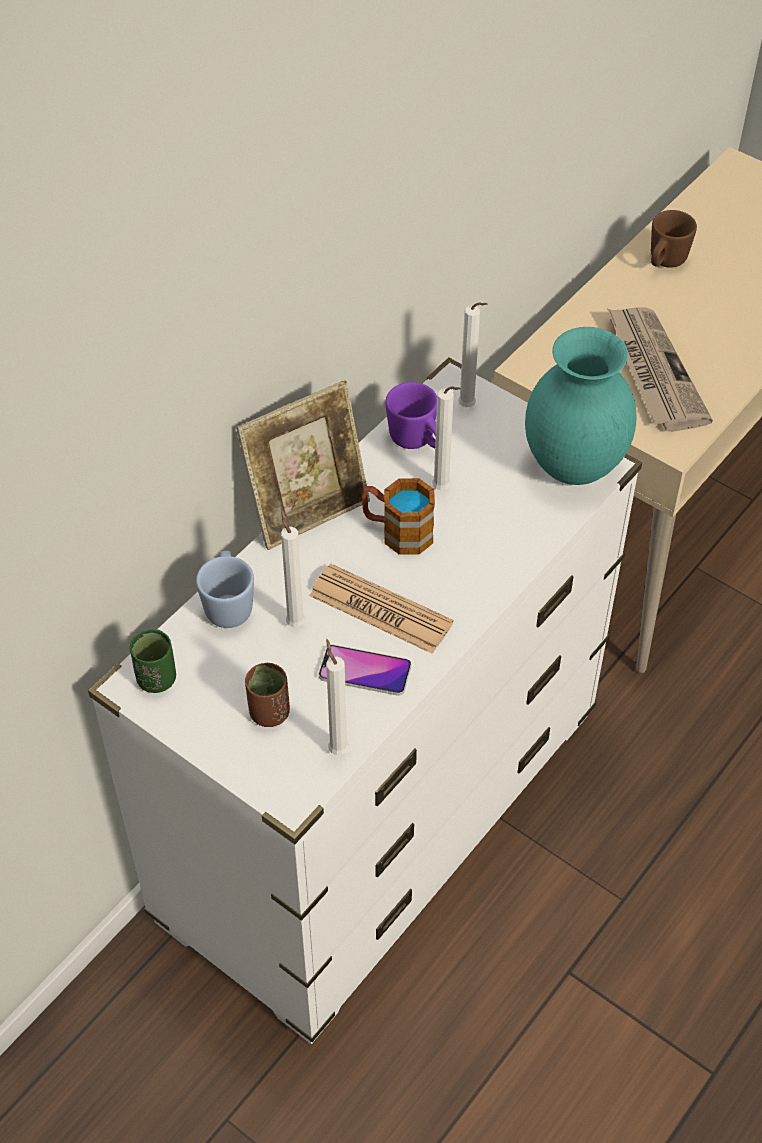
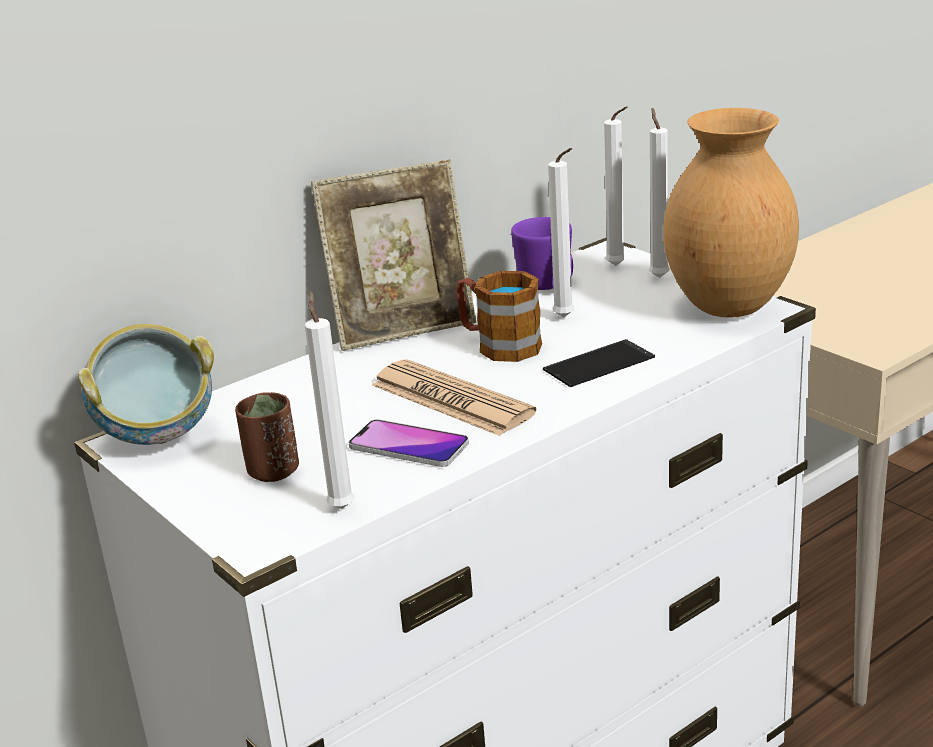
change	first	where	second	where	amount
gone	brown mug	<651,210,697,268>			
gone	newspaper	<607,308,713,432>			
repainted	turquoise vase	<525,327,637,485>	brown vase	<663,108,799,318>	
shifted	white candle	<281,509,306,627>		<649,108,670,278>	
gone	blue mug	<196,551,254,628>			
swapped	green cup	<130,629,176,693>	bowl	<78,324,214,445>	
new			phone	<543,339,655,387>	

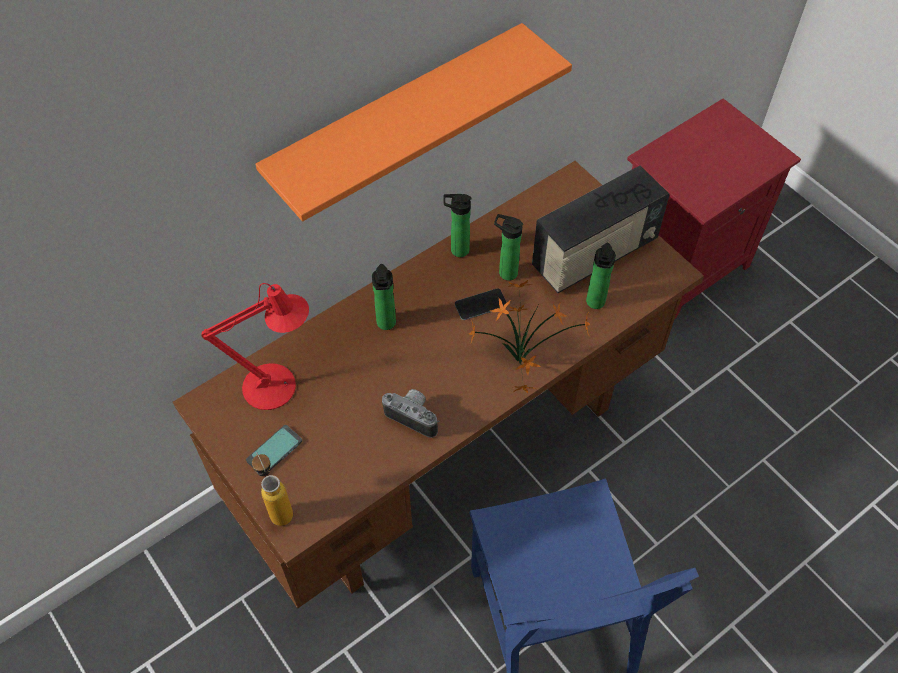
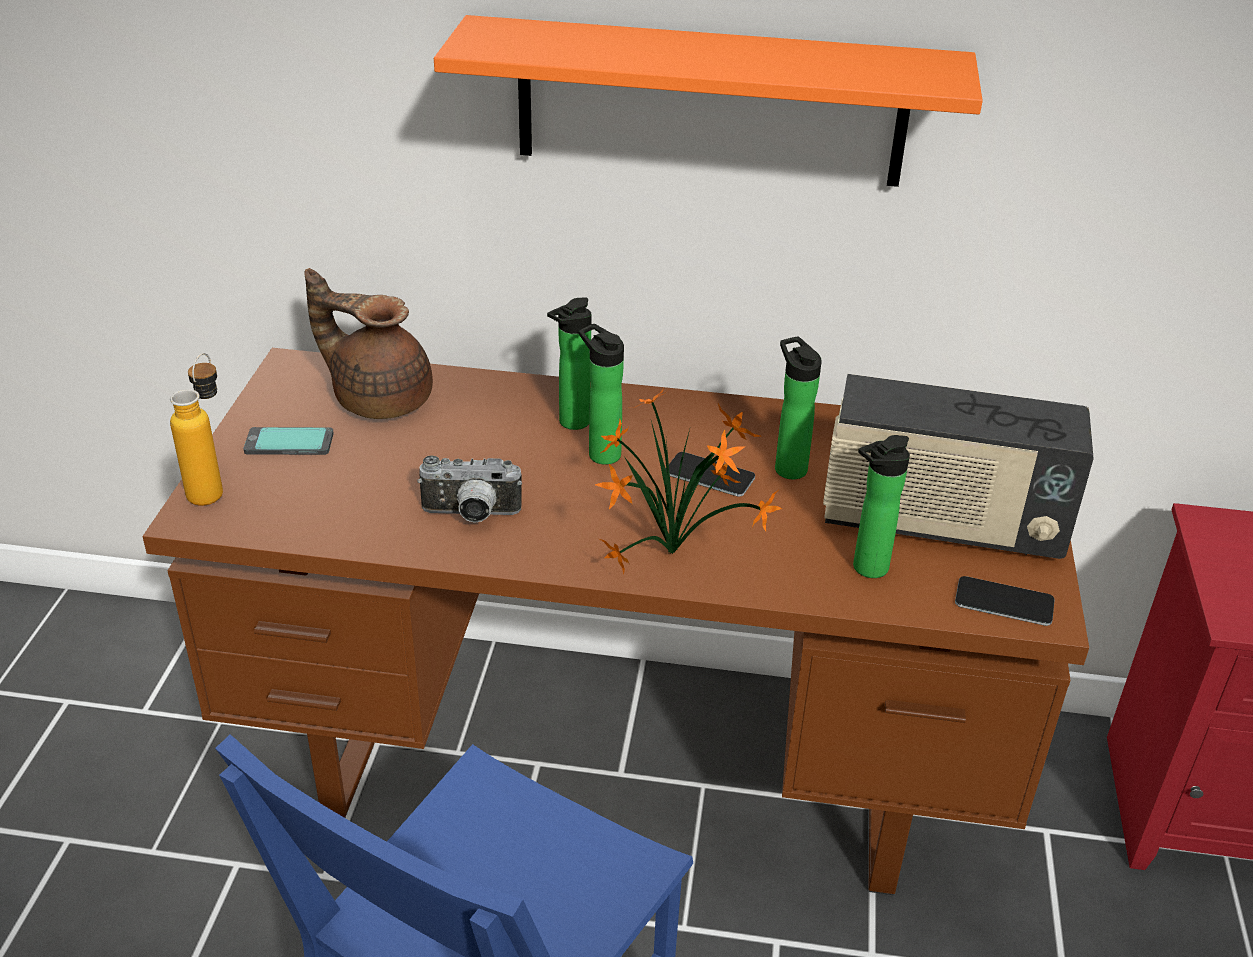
change	first	where	second	where	amount
shifted	bottle	<443,194,472,257>		<579,324,624,465>	
swapped	red table lamp	<201,283,309,410>	brown teapot	<304,268,433,419>	
rotated	photo camera	<382,389,439,438>		<417,455,522,523>	105 degrees clockwise
new			phone	<955,576,1055,626>	

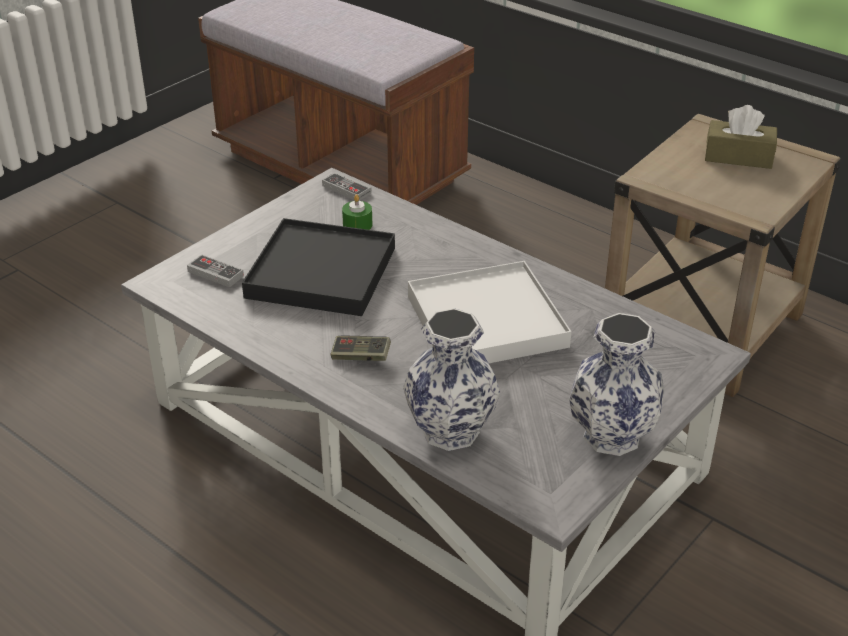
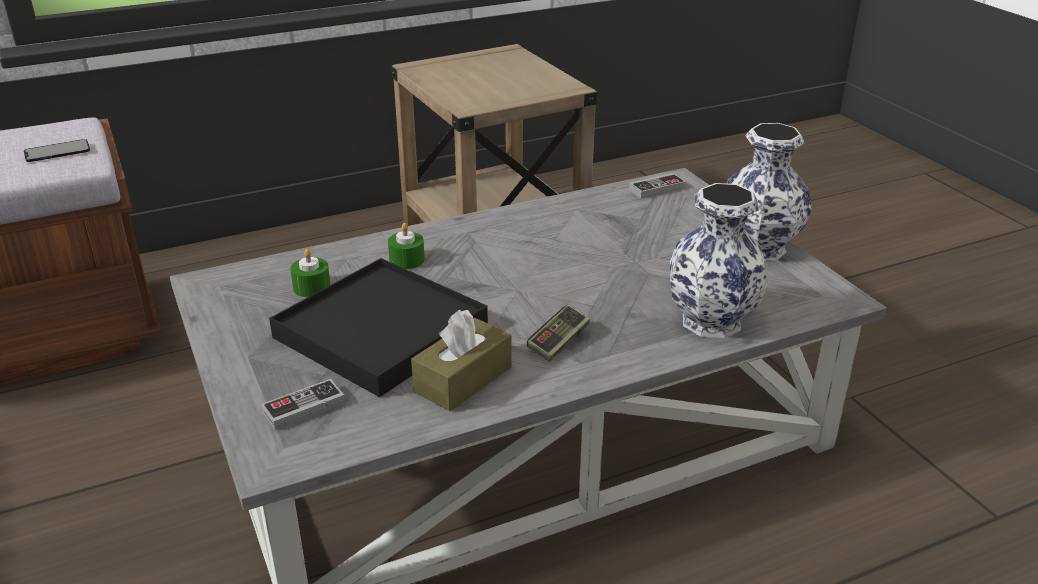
change	first	where	second	where	amount
shifted	brown tissue box	<705,105,777,169>		<411,309,512,411>	
shifted	game controller	<322,172,372,201>		<629,173,686,199>	
gone	white tray	<408,261,571,363>			
new			phone	<24,139,90,162>	
new			green candle	<388,223,425,269>	

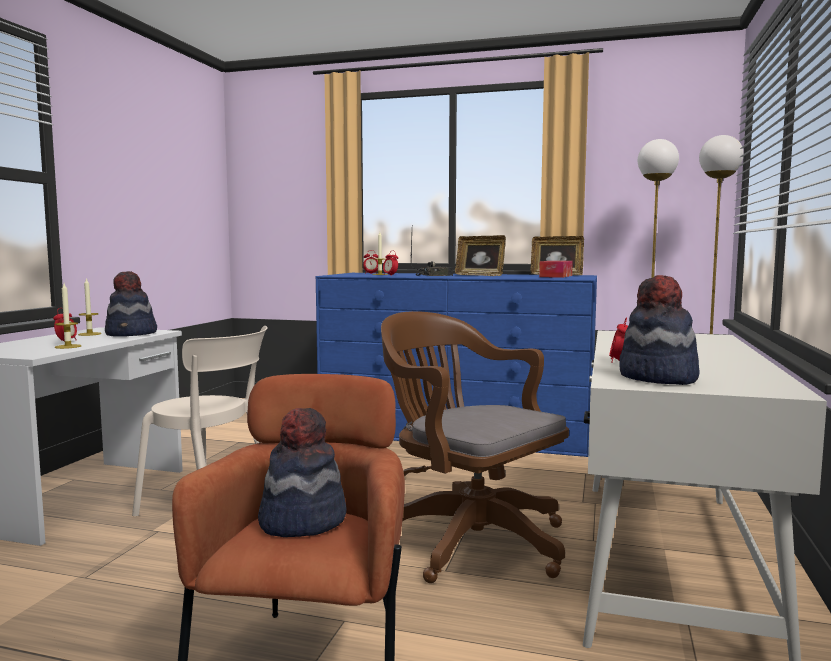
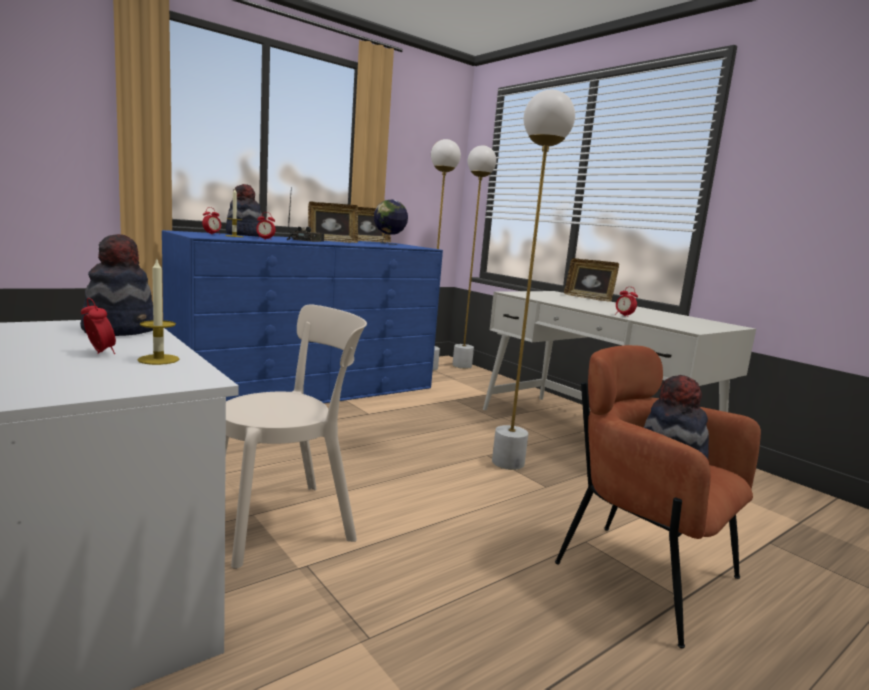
change	first	where	second	where	amount
swapped	tissue box	<539,261,573,278>	globe	<374,200,408,245>	
shifted	hat	<619,275,700,385>		<226,184,262,237>	
gone	candle	<78,278,101,336>			
swapped	brown office chair	<381,311,569,583>	white floor lamp	<492,90,575,470>	
new			picture frame	<564,258,619,302>	

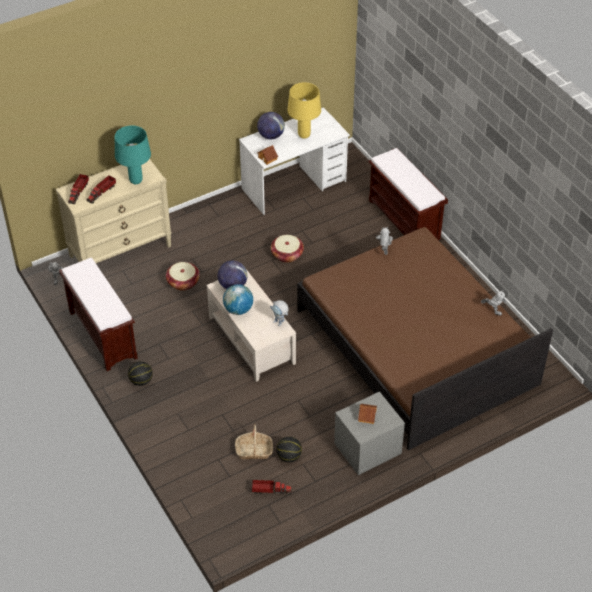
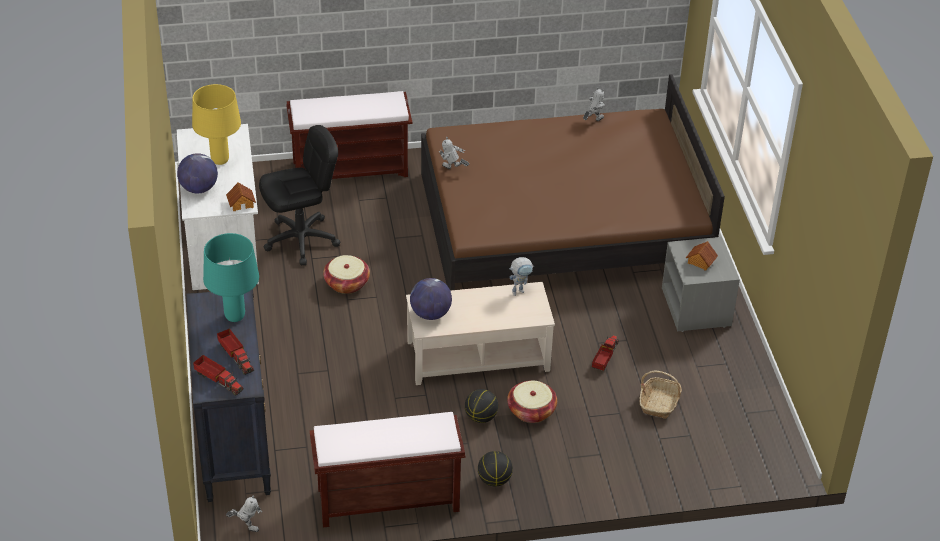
change	first	where	second	where	amount
repainted	beige dresser	<55,159,172,263>	black dresser	<186,289,271,502>	
shifted	basket	<166,262,200,291>		<507,380,557,423>	
gone	globe	<223,284,253,315>			
shifted	basketball	<276,437,302,462>		<465,389,498,423>	
shifted	toy truck	<252,480,292,495>		<592,335,619,371>	
new			black office chair	<259,125,340,265>	

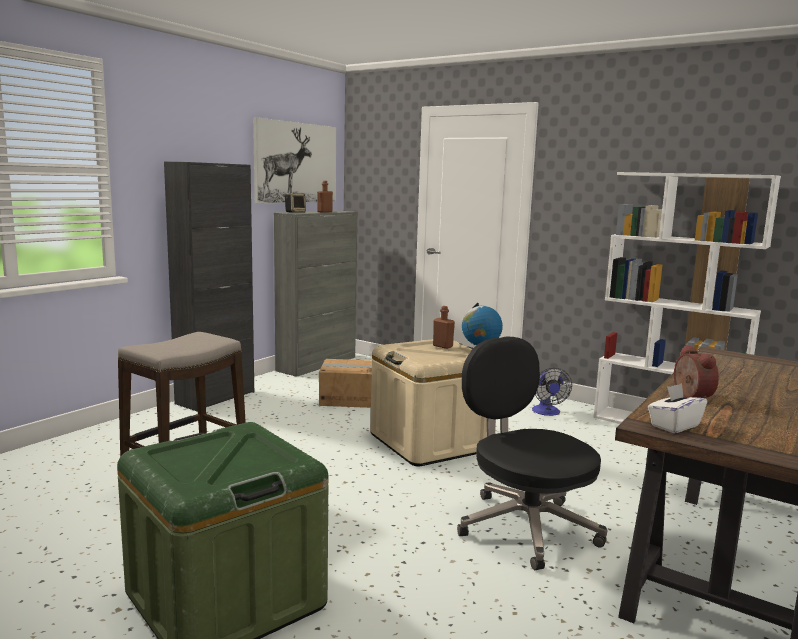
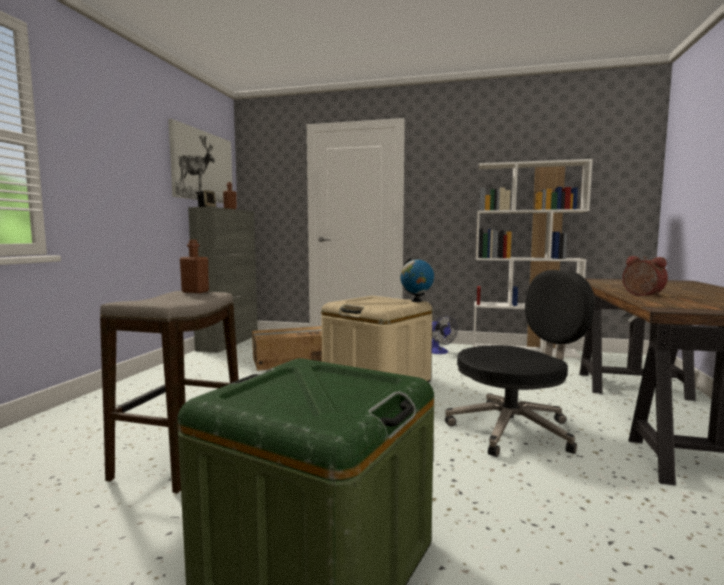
change	first	where	second	where	amount
gone	black cabinet	<164,162,254,411>			
shifted	brown bottle	<433,306,455,349>		<180,239,209,293>	
rotated	black office chair	<457,336,607,570>		<445,270,595,457>	120 degrees clockwise
gone	white tissue box	<648,383,707,433>			

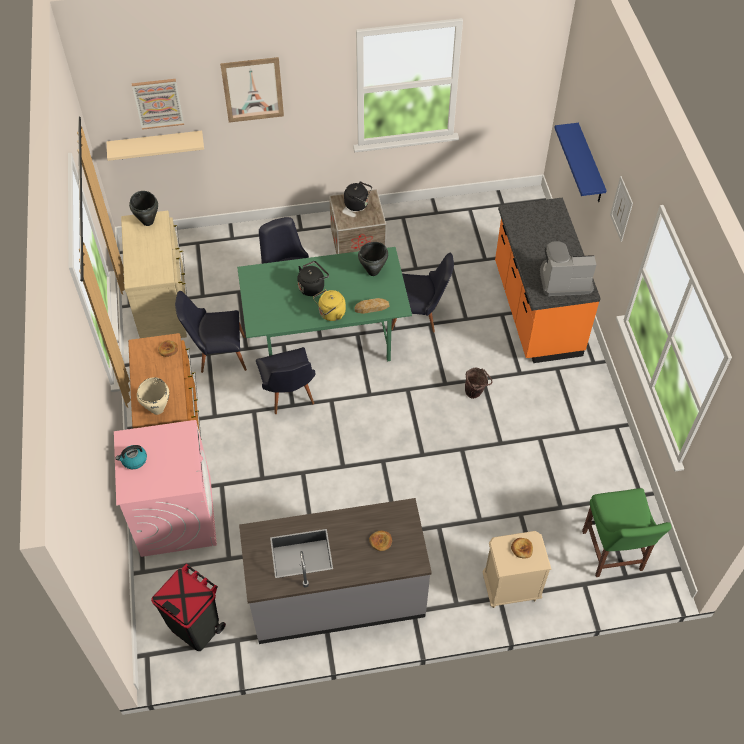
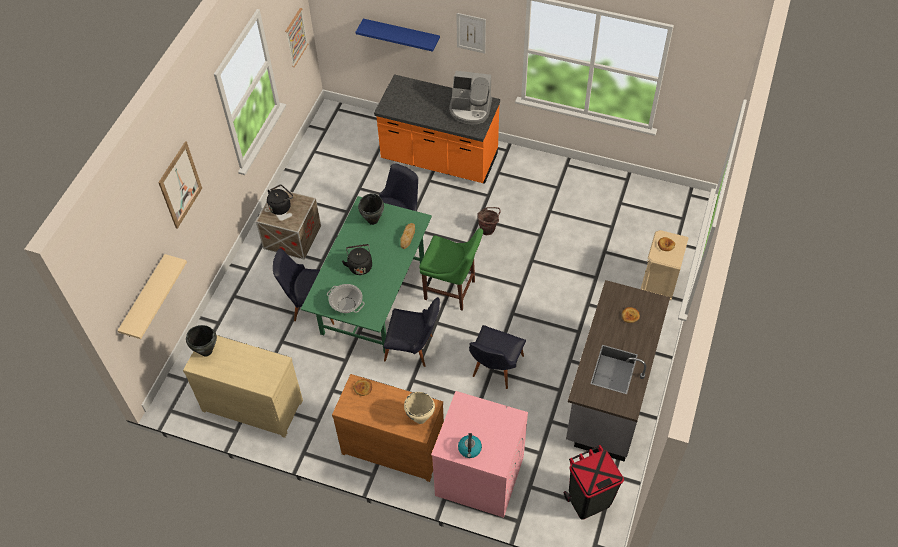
change	first	where	second	where	amount
shifted	picture	<132,79,184,130>		<285,8,308,67>	
rotated	coffee machine	<540,241,596,296>		<449,71,492,124>	105 degrees counterclockwise
gone	yellow kettle	<313,289,346,321>			
shifted	black chair	<175,291,247,373>		<469,325,526,389>	
shifted	green chair	<582,488,672,577>		<419,228,483,311>	
new			cooking pot	<327,284,365,313>	

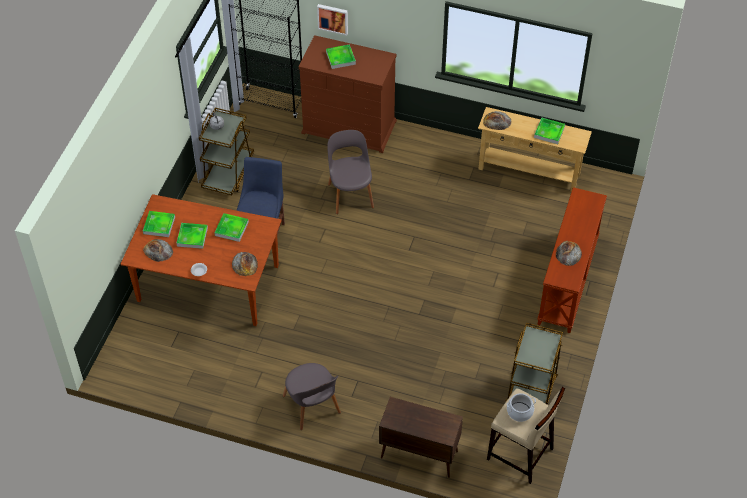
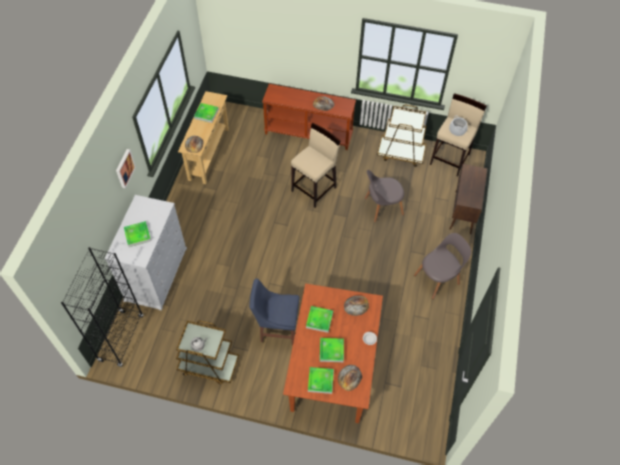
change	first	where	second	where	amount
shifted	picture	<317,4,348,36>		<116,149,136,188>	
repainted	brown dresser	<299,35,397,153>	white dresser	<104,195,187,311>	
shifted	grey chair	<327,130,374,214>		<365,170,404,222>	
new			beige stool	<291,123,340,208>	

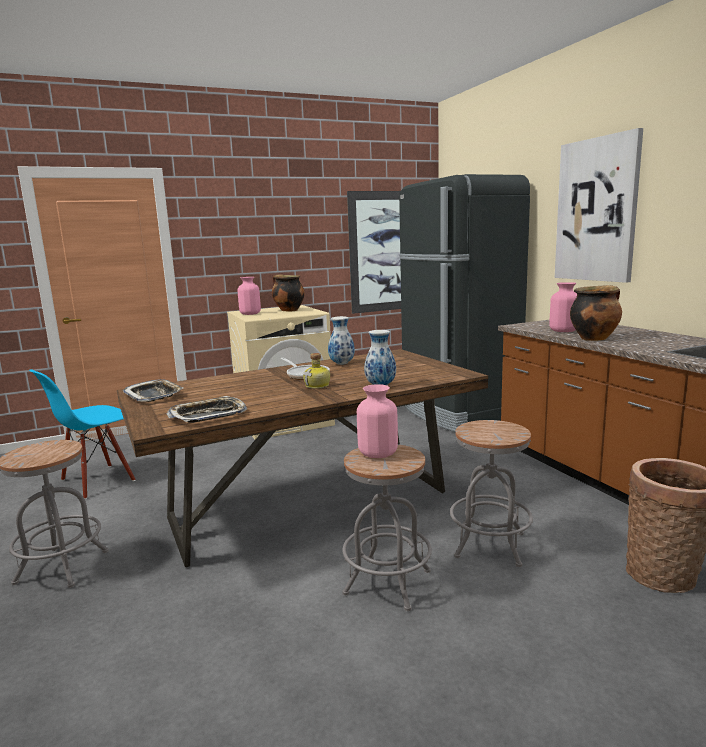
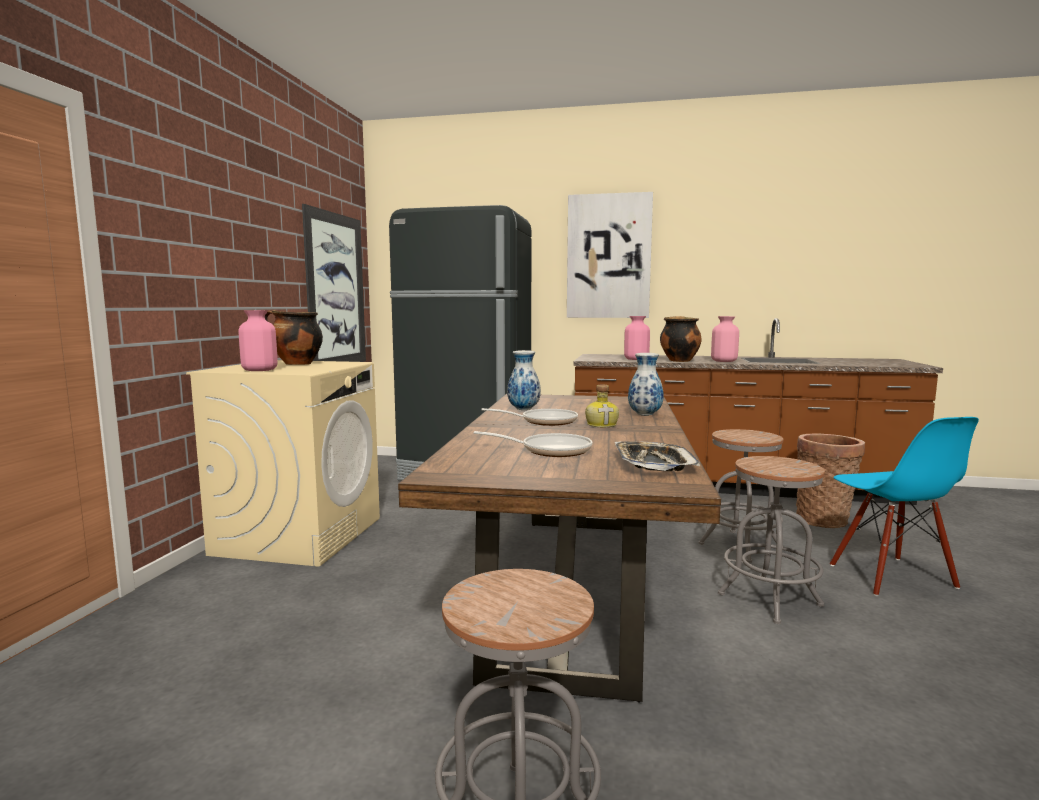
change	first	where	second	where	amount
shifted	blue chair	<29,369,135,499>		<830,417,979,596>	
gone	tray	<123,379,184,402>			
shifted	pink vase	<357,384,398,458>		<711,316,739,362>	
new			frying pan	<474,431,592,457>	

